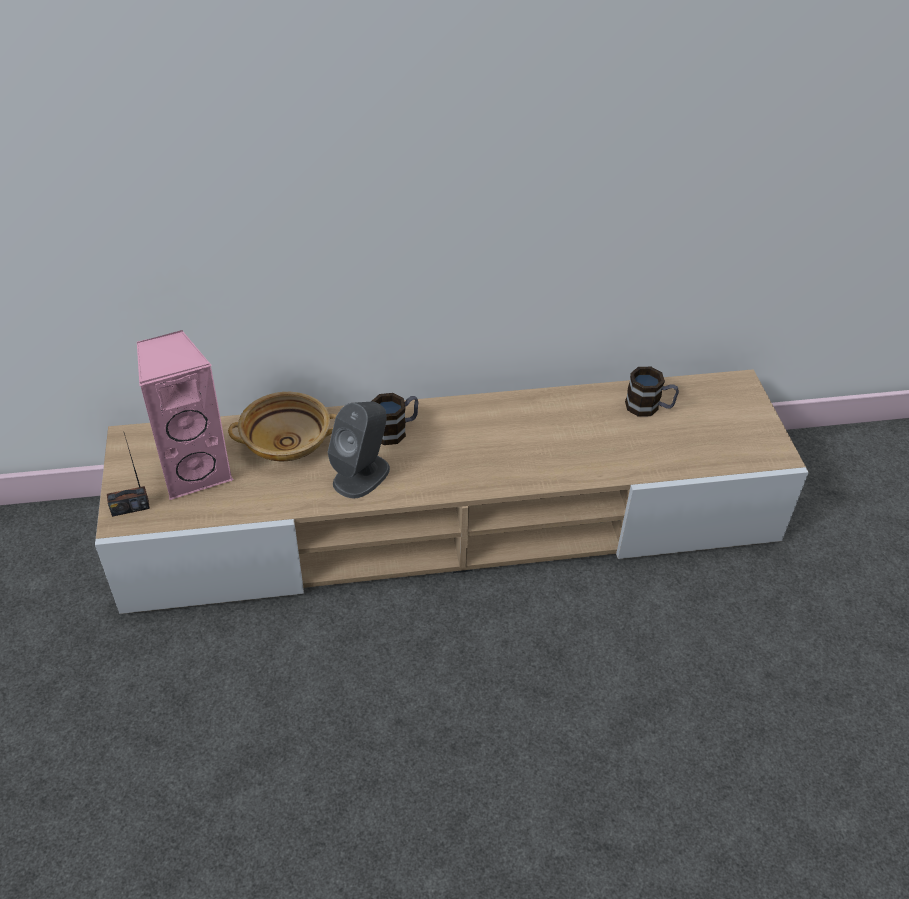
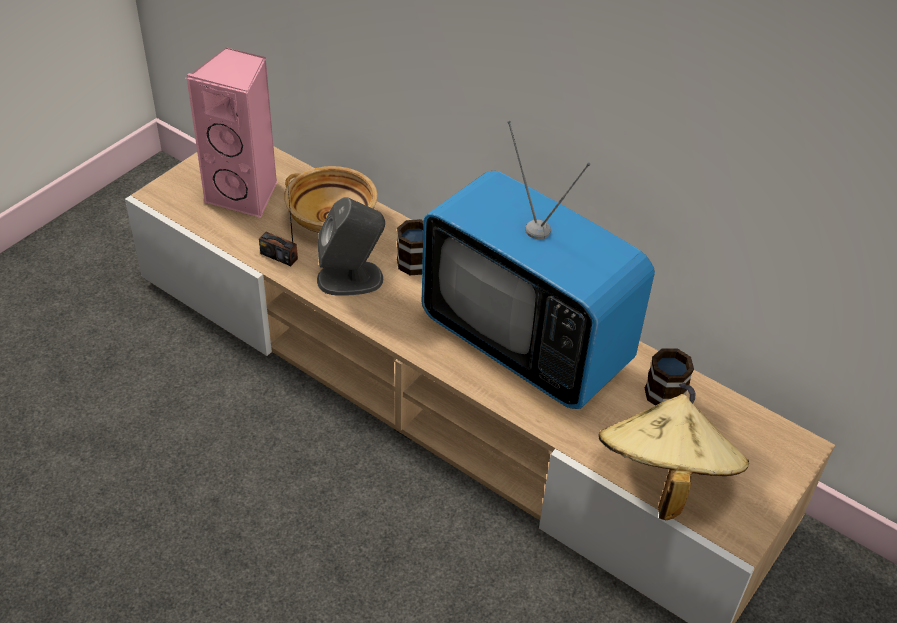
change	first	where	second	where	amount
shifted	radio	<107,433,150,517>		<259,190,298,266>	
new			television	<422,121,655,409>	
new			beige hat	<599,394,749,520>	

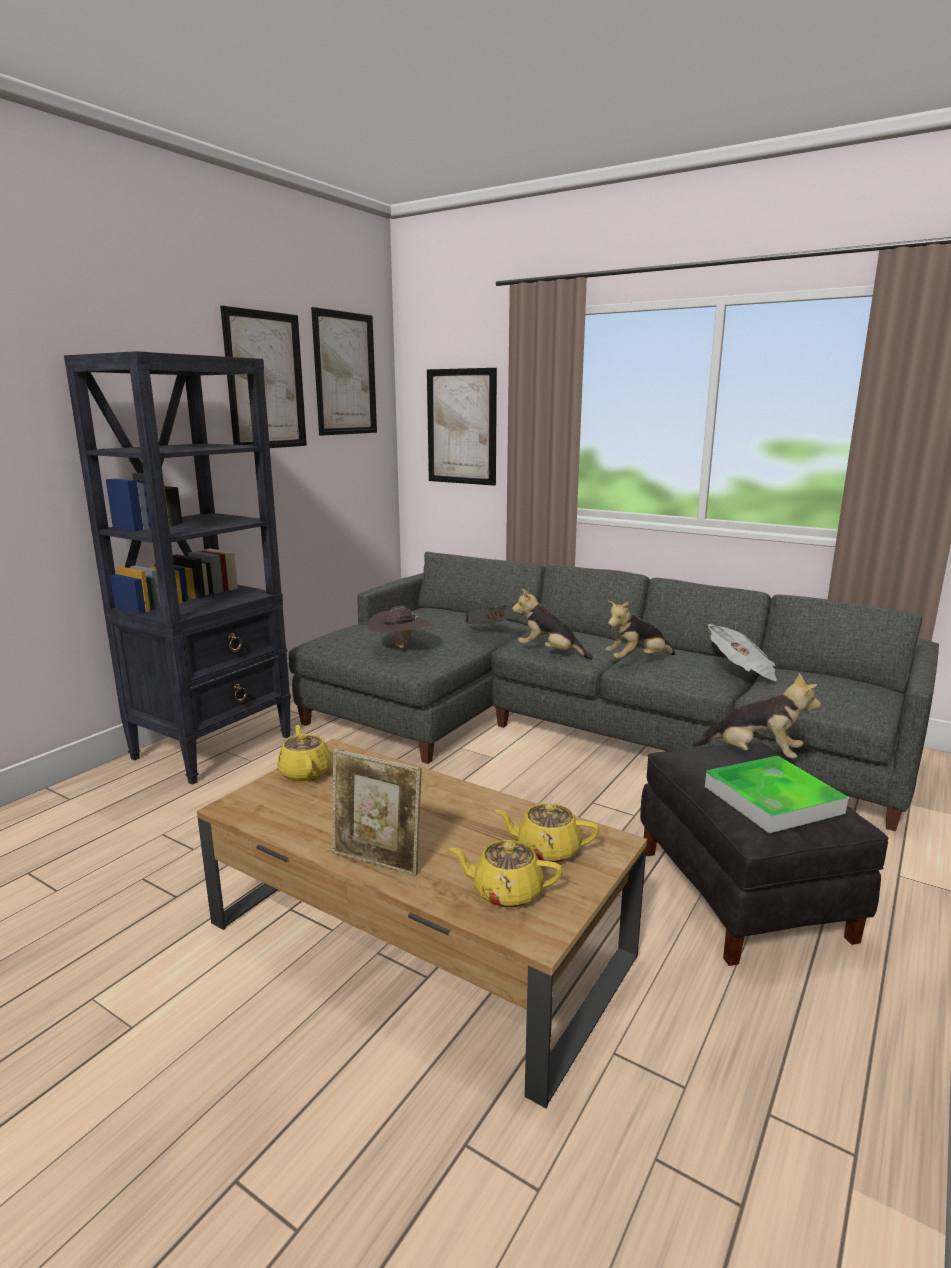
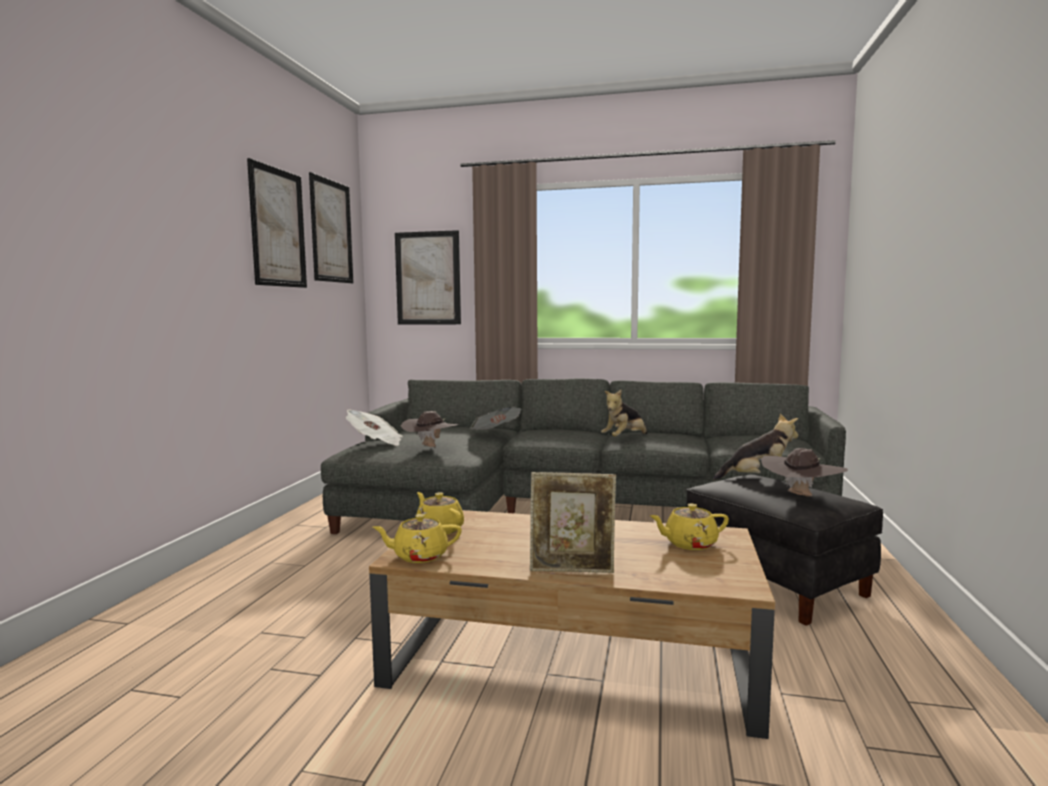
change	first	where	second	where	amount
gone	black bookcase	<64,351,292,785>			
gone	plush toy	<512,589,593,660>			
shifted	newspaper	<708,624,777,681>		<346,410,403,446>	
swapped	tray	<705,756,848,834>	brown hat	<761,448,848,497>	
shifted	yellow teapot	<449,840,563,908>		<372,514,462,563>	

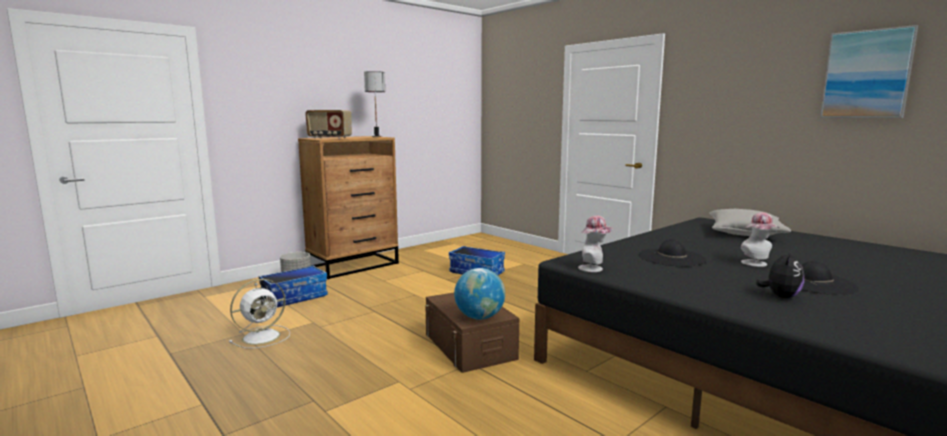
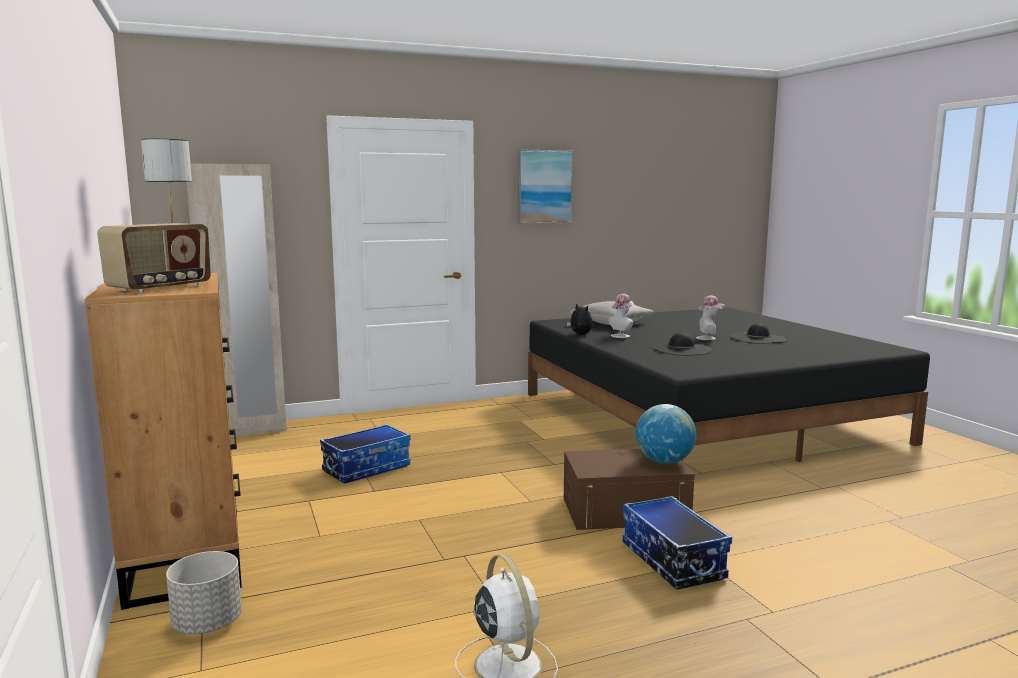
change	first	where	second	where	amount
shifted	picture	<820,25,918,118>		<518,149,573,224>	
shifted	hat	<578,215,614,272>		<609,294,634,338>	
shifted	plush toy	<756,249,804,298>		<567,303,593,334>	
shifted	storage box	<259,265,328,307>		<623,496,732,590>	
new			beige wardrobe	<187,163,287,437>	

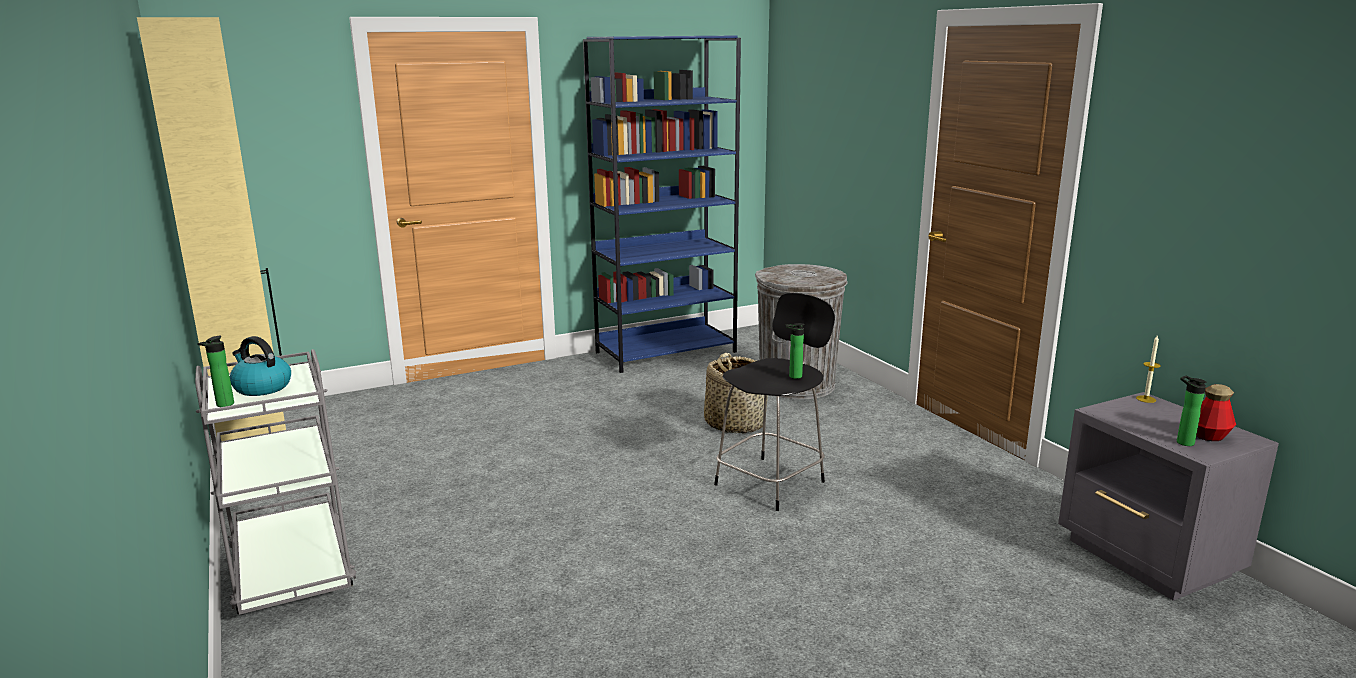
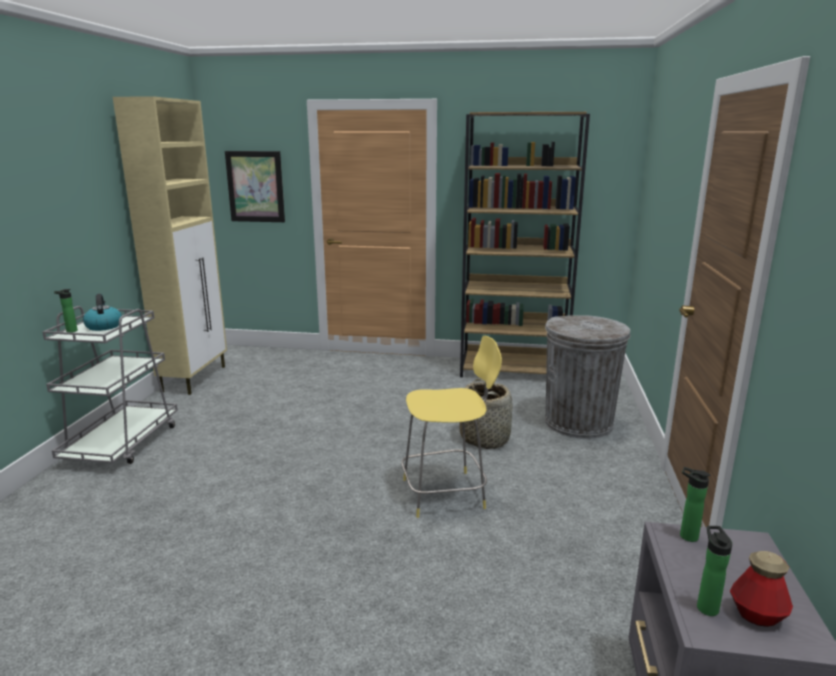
change	first	where	second	where	amount
repainted	blue bookcase	<583,36,741,373>	brown bookcase	<460,112,590,377>	
repainted	black stool	<714,293,835,511>	yellow stool	<401,336,502,518>	
shifted	bottle	<786,323,805,379>		<680,467,710,542>	
gone	candle	<1136,336,1161,403>			
new			picture	<225,151,285,222>	

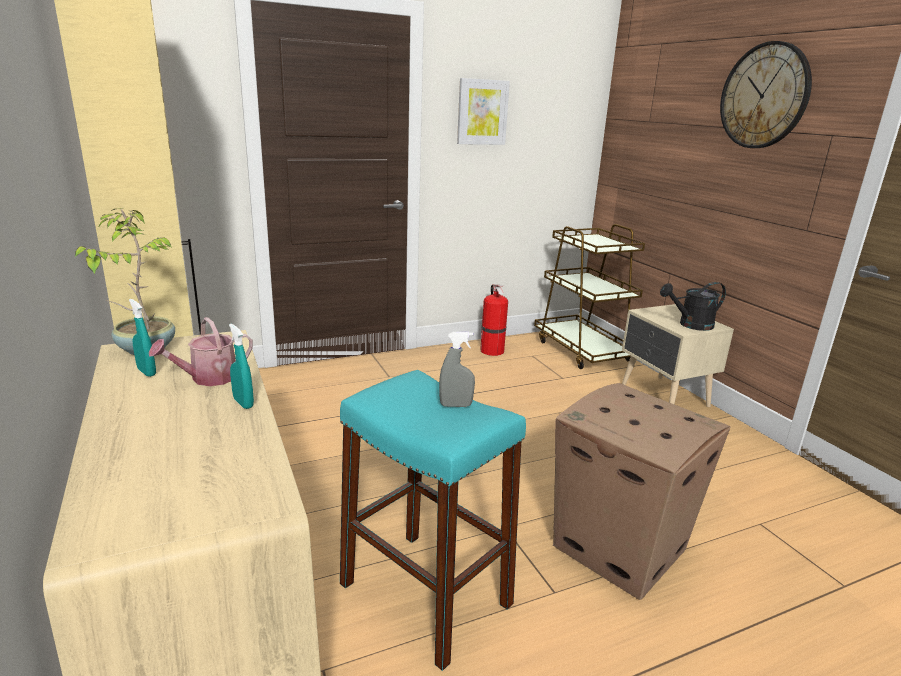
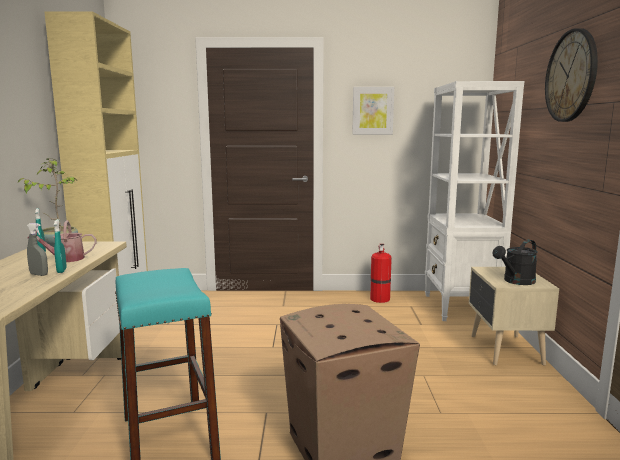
change	first	where	second	where	amount
swapped	brown cart	<534,224,645,369>	white bookcase	<425,81,524,321>	
rotated	black watering can	<660,282,726,331>		<492,240,538,285>	45 degrees counterclockwise
shifted	grey spray bottle	<439,332,475,407>		<27,223,48,276>	

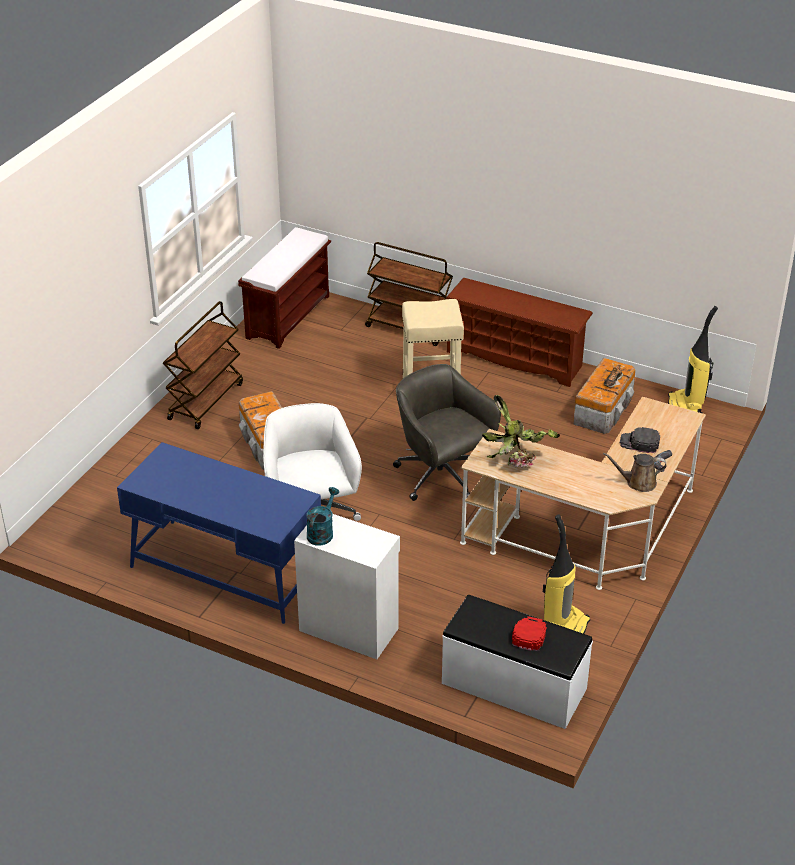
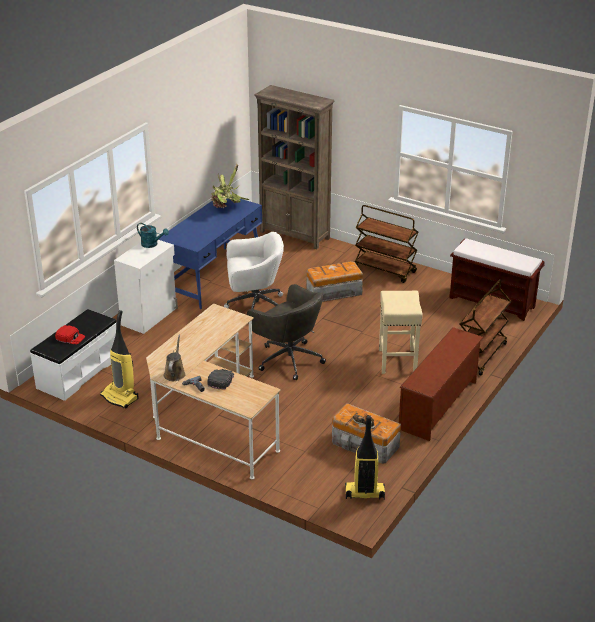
change	first	where	second	where	amount
rotated	grey office chair	<393,364,501,501>		<247,284,326,380>	75 degrees clockwise
shifted	potted plant	<482,395,560,468>		<211,164,249,208>	
new			brown bookcase	<254,85,334,249>	

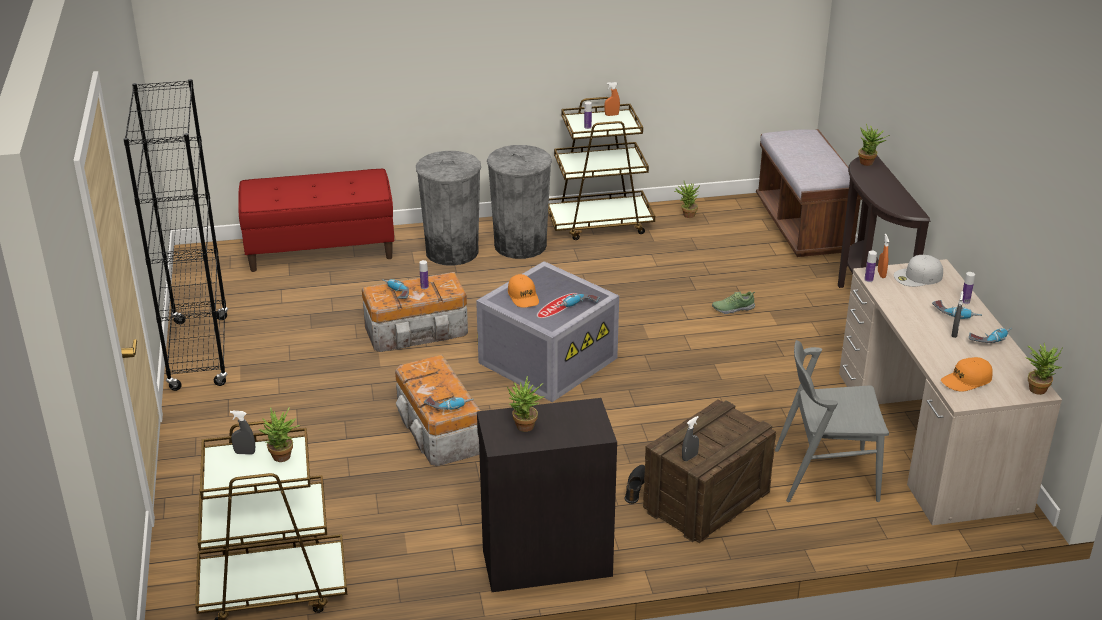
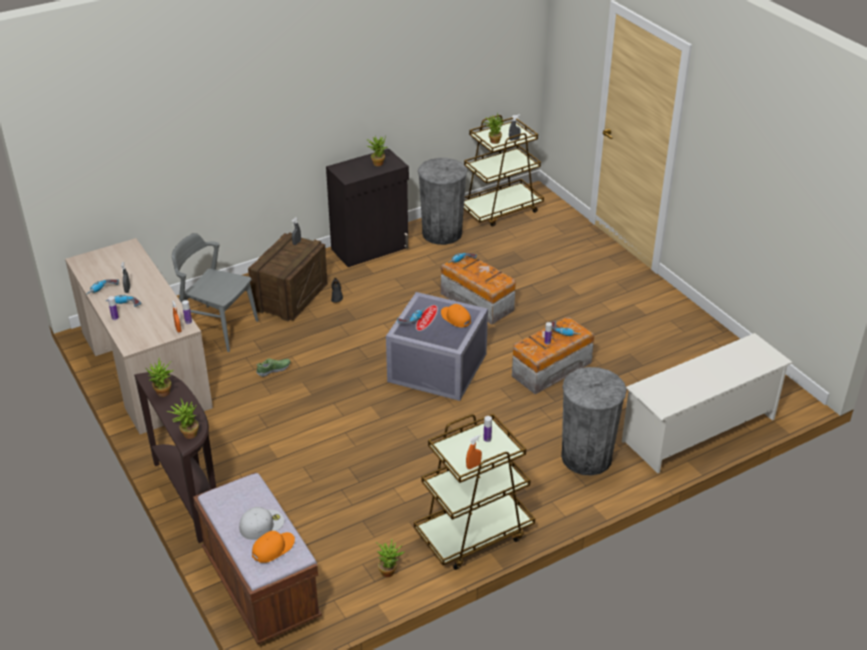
change	first	where	second	where	amount
gone	black bookcase	<123,79,228,391>			
shifted	grey trash can	<487,145,552,259>		<418,158,467,245>	
swapped	red bench	<238,169,394,272>	white shoe rack	<622,333,793,473>	
shifted	white cap	<894,255,943,287>		<239,507,284,540>	
shifted	shoe	<712,291,755,314>		<256,358,290,377>	
rotated	grey chair	<775,340,889,502>		<172,233,258,352>	135 degrees counterclockwise
shifted	potted plant	<1025,343,1063,395>		<146,358,174,397>	
shifted	orange cap	<941,357,993,392>		<252,531,295,563>	

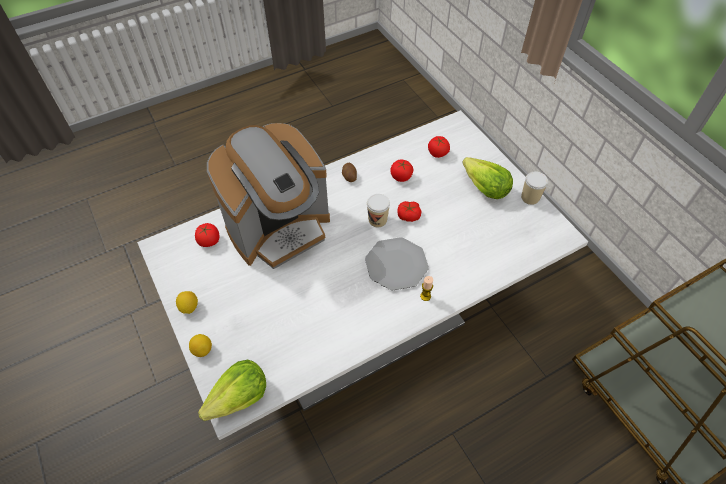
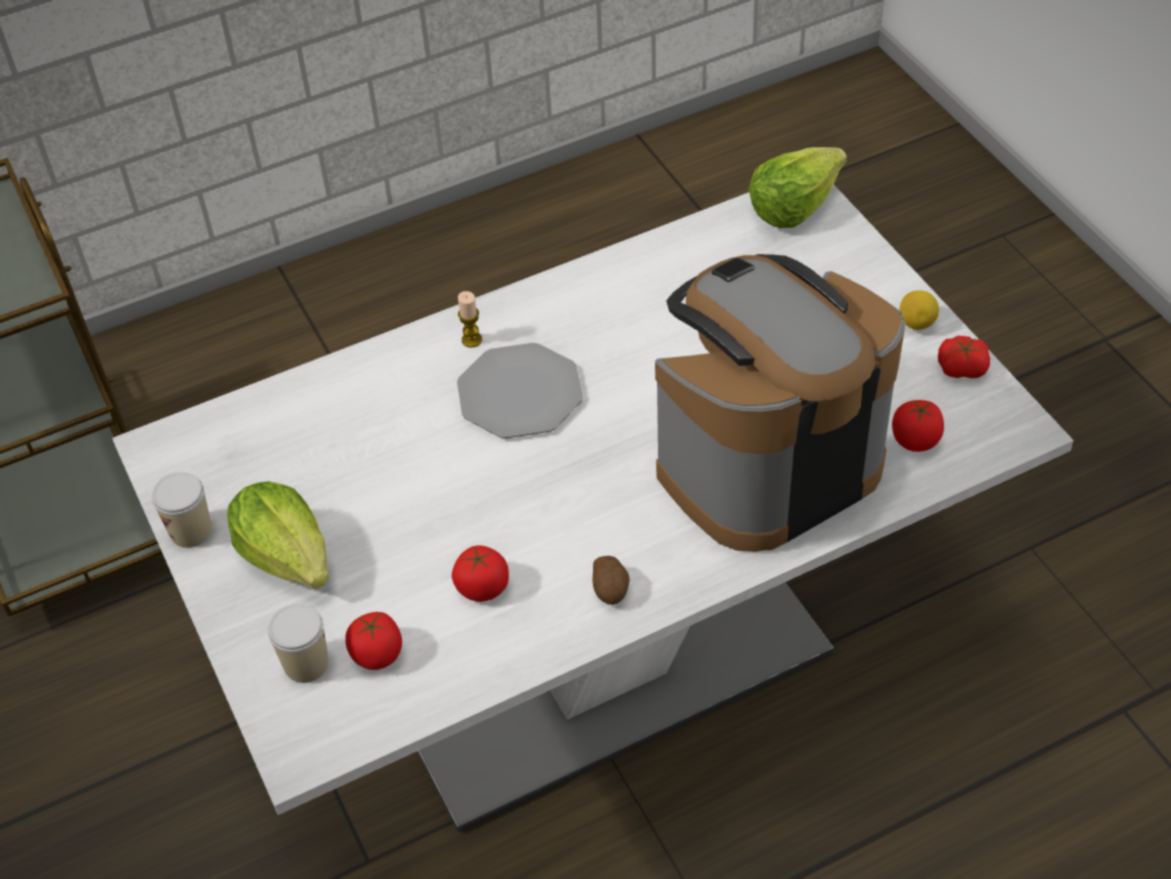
change	first	where	second	where	amount
shifted	cup	<367,194,390,228>		<268,604,328,683>	
shifted	tomato	<397,201,421,222>		<938,336,990,378>	
gone	lemon	<189,334,212,357>			

